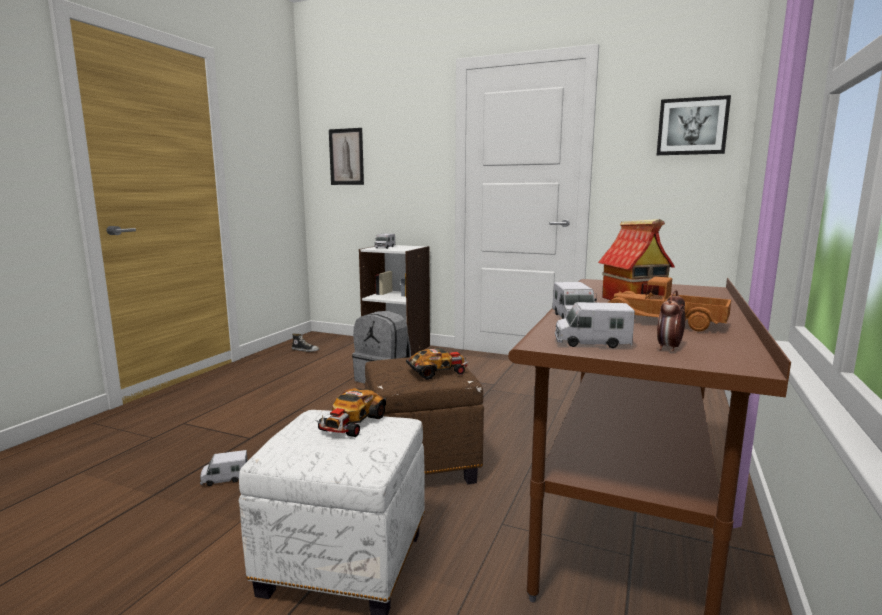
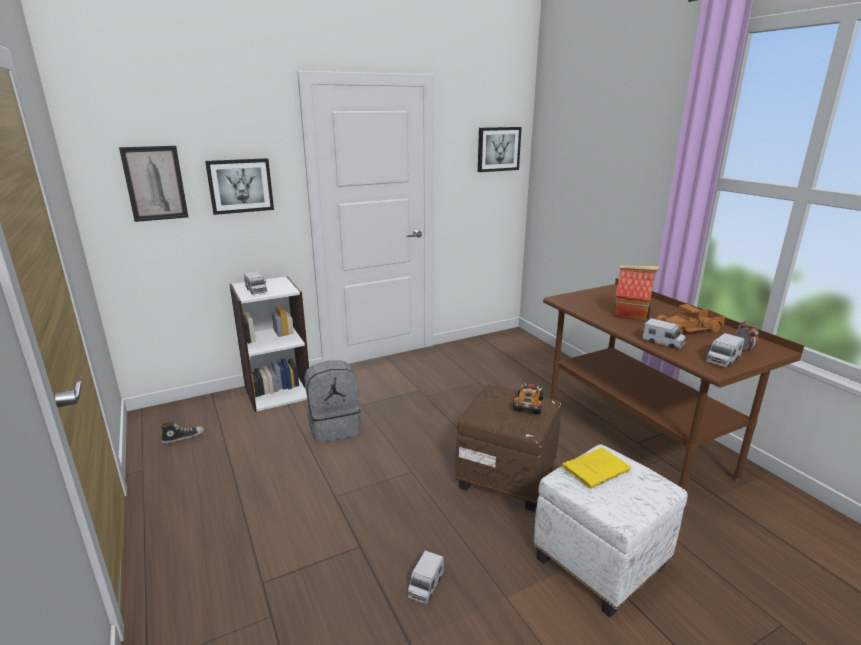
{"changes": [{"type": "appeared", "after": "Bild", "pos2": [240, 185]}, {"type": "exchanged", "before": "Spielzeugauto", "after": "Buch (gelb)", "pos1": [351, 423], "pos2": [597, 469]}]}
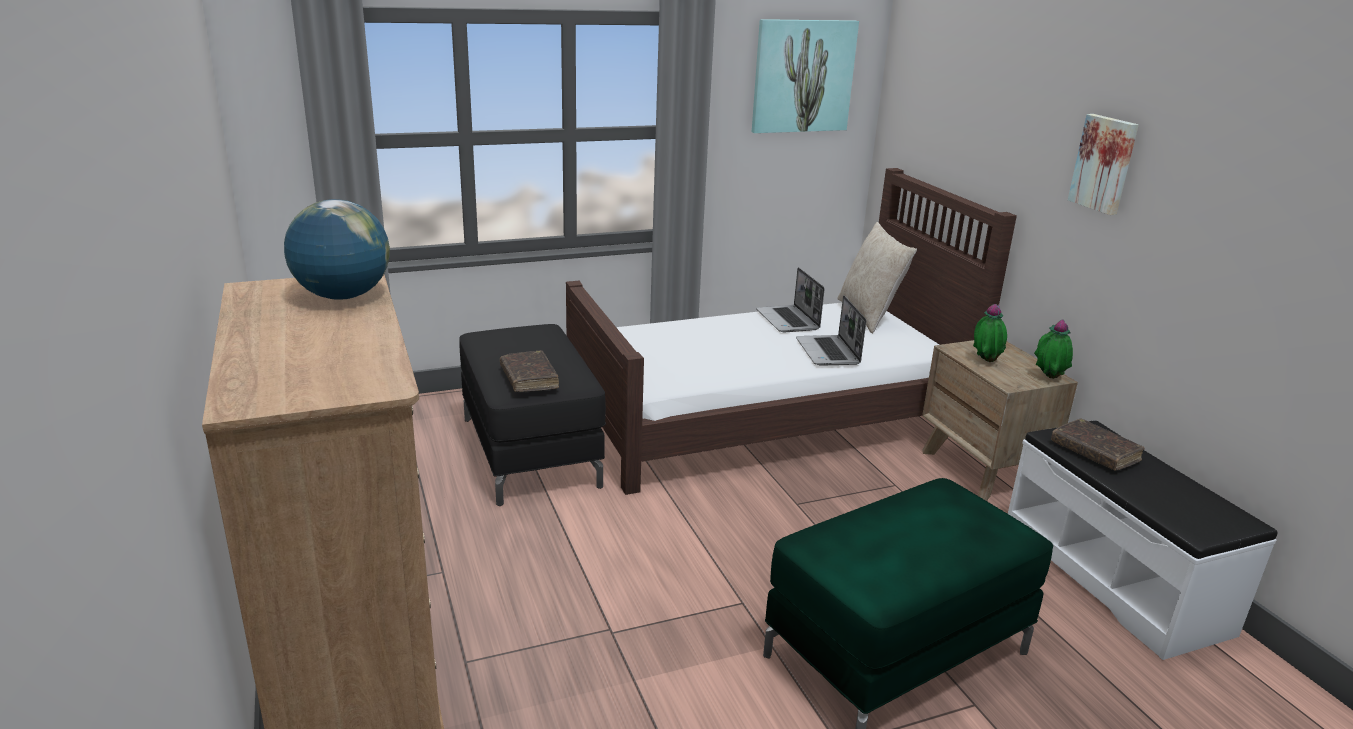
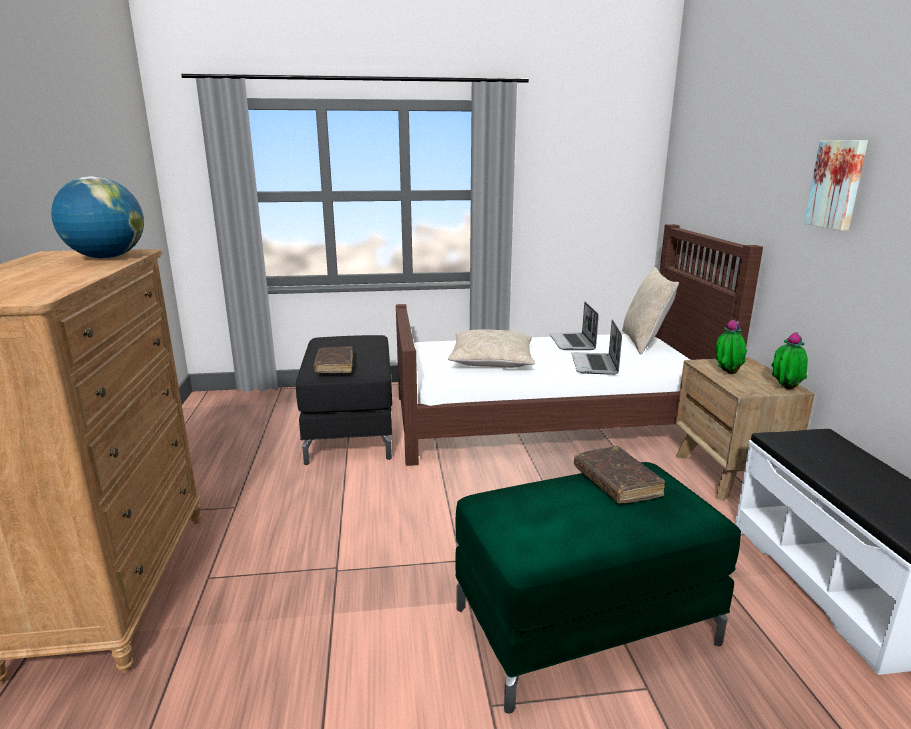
{"changes": [{"type": "appeared", "after": "Kissen (beige)", "pos2": [492, 360]}, {"type": "relocated", "before": "Buch (braun)", "pos1": [1094, 452], "pos2": [616, 483]}, {"type": "missing", "before": "Bild", "pos1": [803, 76]}]}
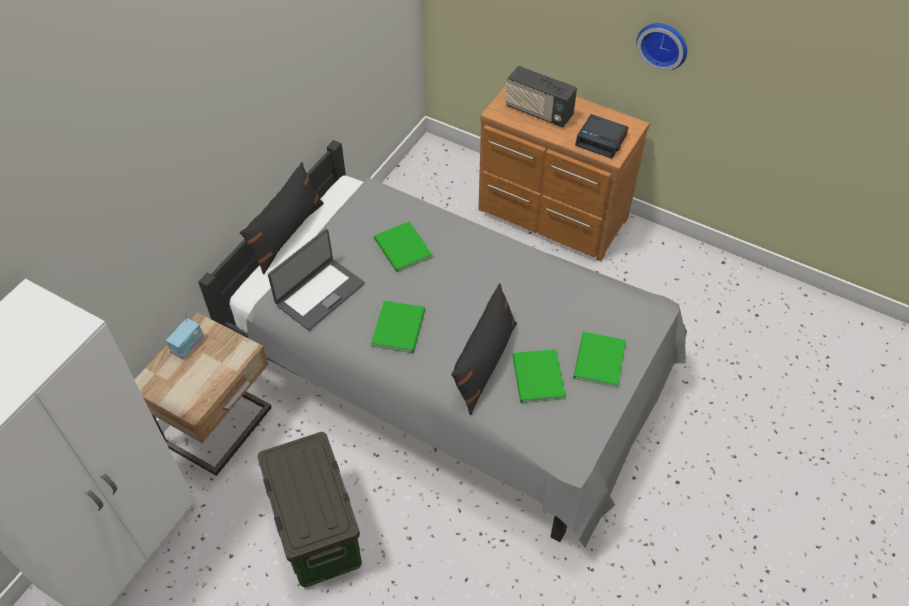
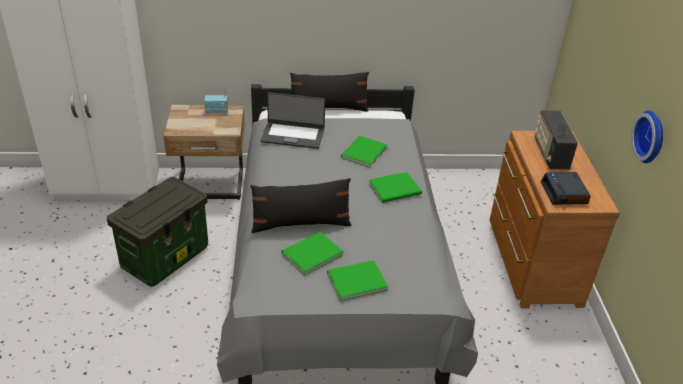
{"changes": [{"type": "relocated", "before": "Buch (grün)", "pos1": [400, 326], "pos2": [396, 189]}]}
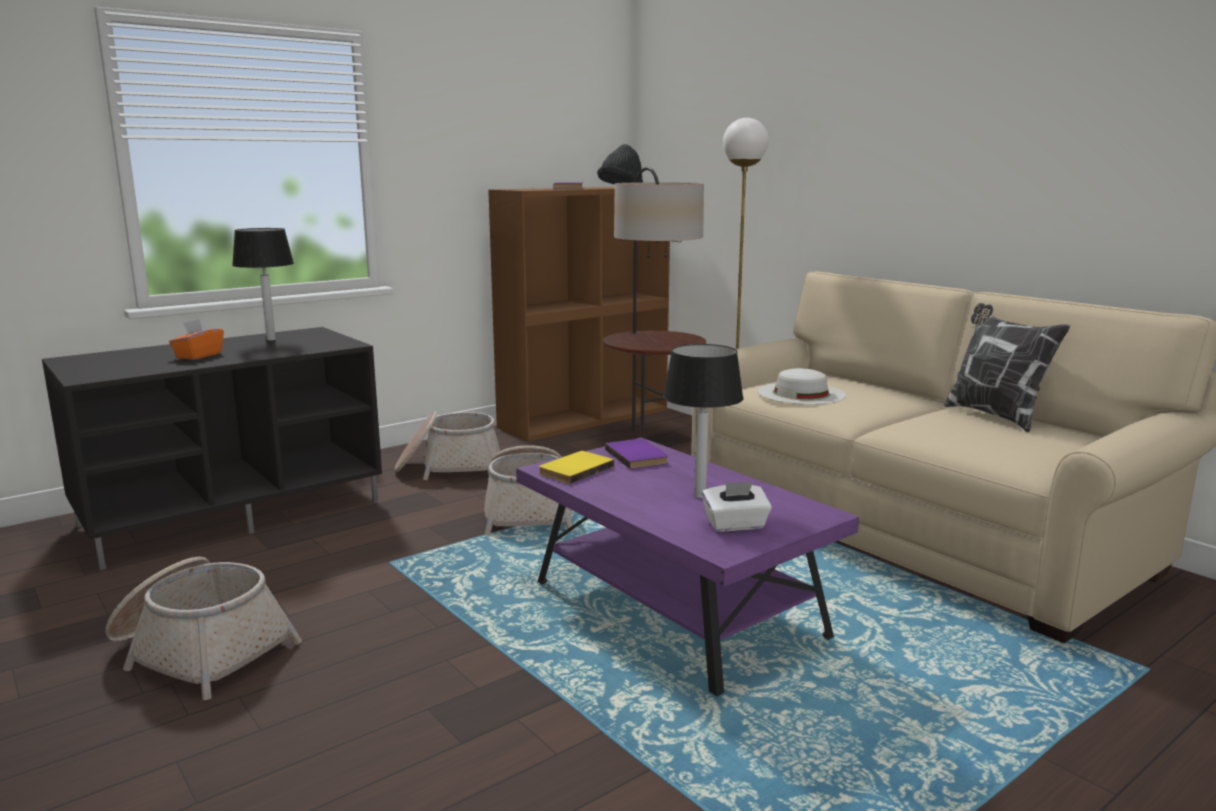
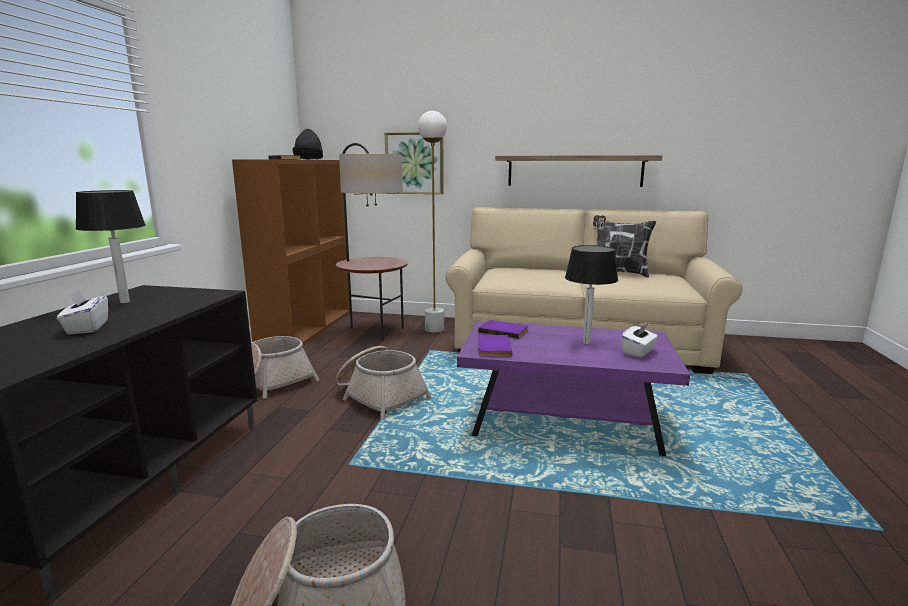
{"changes": [{"type": "colour", "before": "Taschentuchbox (orange)", "after": "Taschentuchbox (weiß)", "pos1": [198, 355], "pos2": [87, 328]}, {"type": "appeared", "after": "Bild", "pos2": [414, 163]}, {"type": "colour", "before": "Buch (gelb)", "after": "Buch (lila)", "pos1": [574, 469], "pos2": [492, 348]}, {"type": "appeared", "after": "Wandregal", "pos2": [574, 171]}, {"type": "missing", "before": "Hut (weiß)", "pos1": [801, 393]}]}
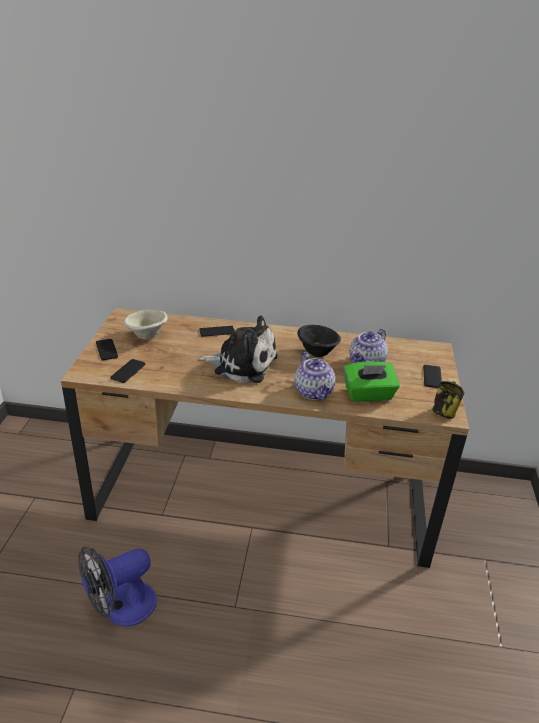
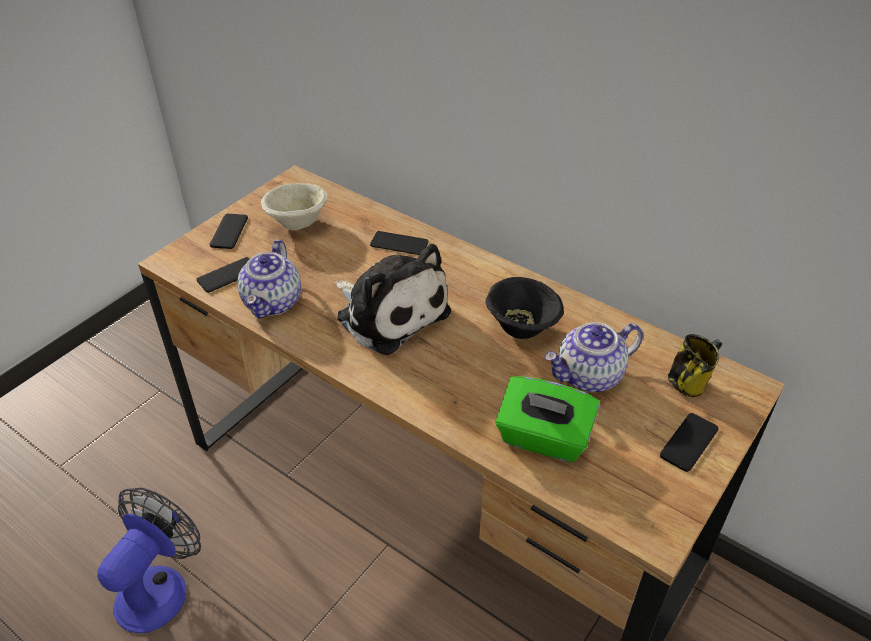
{"changes": [{"type": "spun", "before": "Ventilator", "pos1": [121, 608], "pos2": [159, 586], "turn": 120}, {"type": "relocated", "before": "Teekanne", "pos1": [314, 392], "pos2": [273, 303]}, {"type": "relocated", "before": "Henkelbecher", "pos1": [444, 411], "pos2": [689, 382]}]}
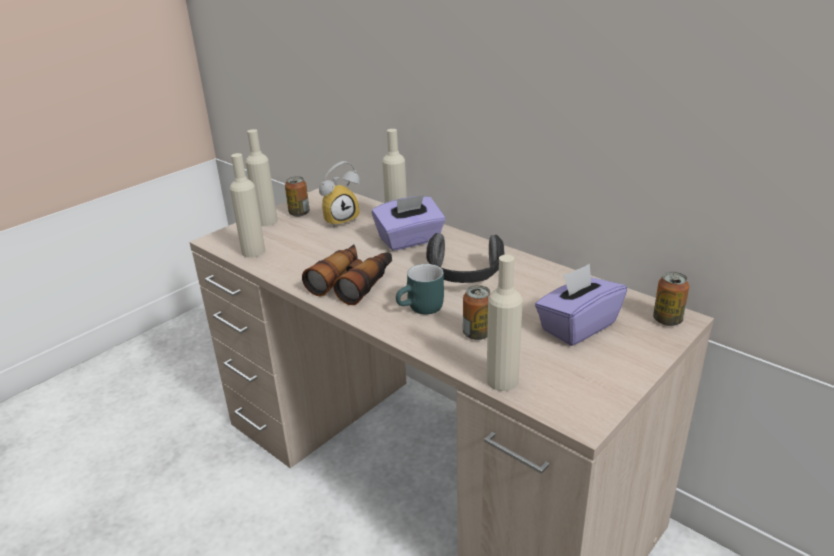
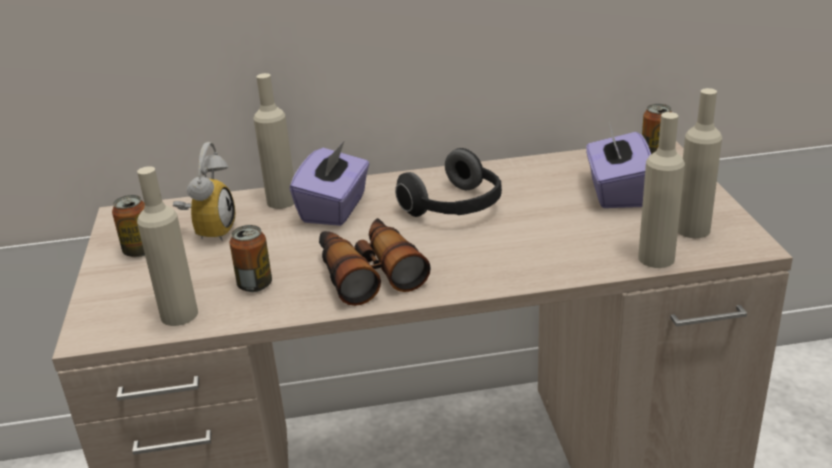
{"changes": [{"type": "relocated", "before": "Dose", "pos1": [477, 334], "pos2": [255, 285]}, {"type": "relocated", "before": "Flasche (beige)", "pos1": [266, 221], "pos2": [692, 229]}, {"type": "missing", "before": "Henkelbecher (türkis)", "pos1": [422, 309]}]}
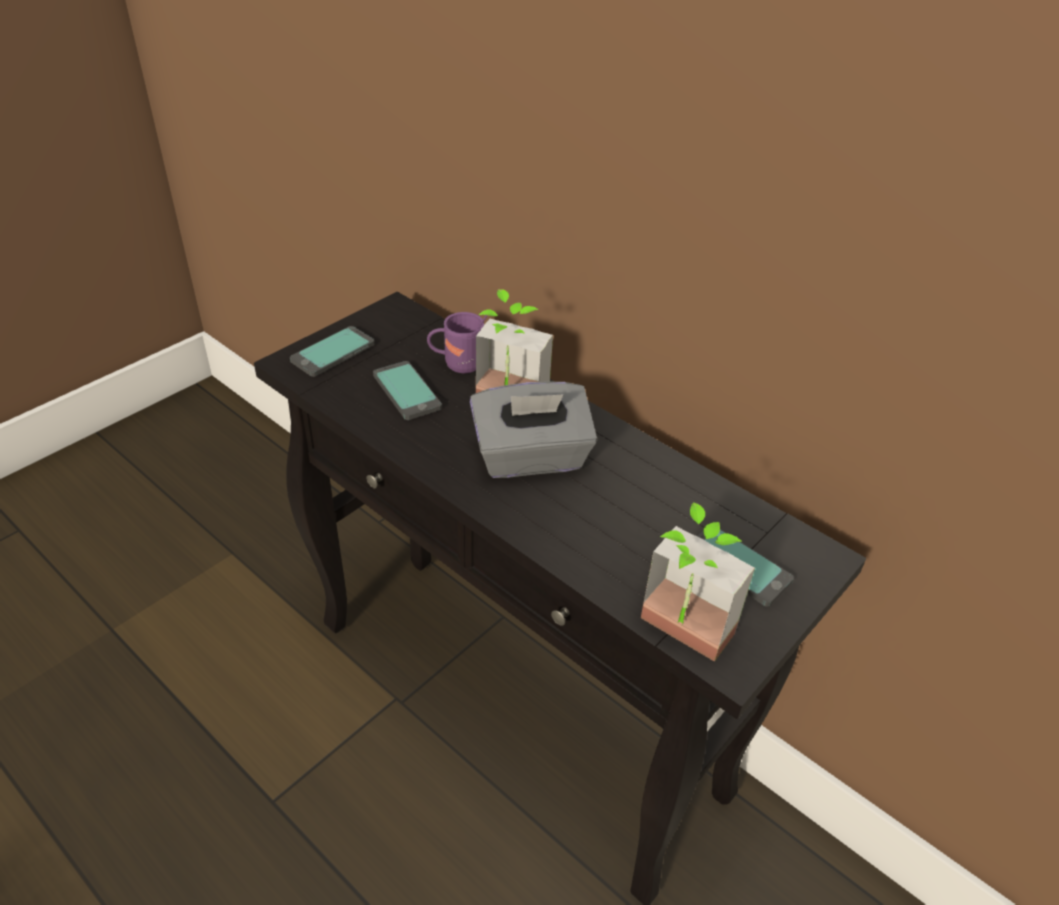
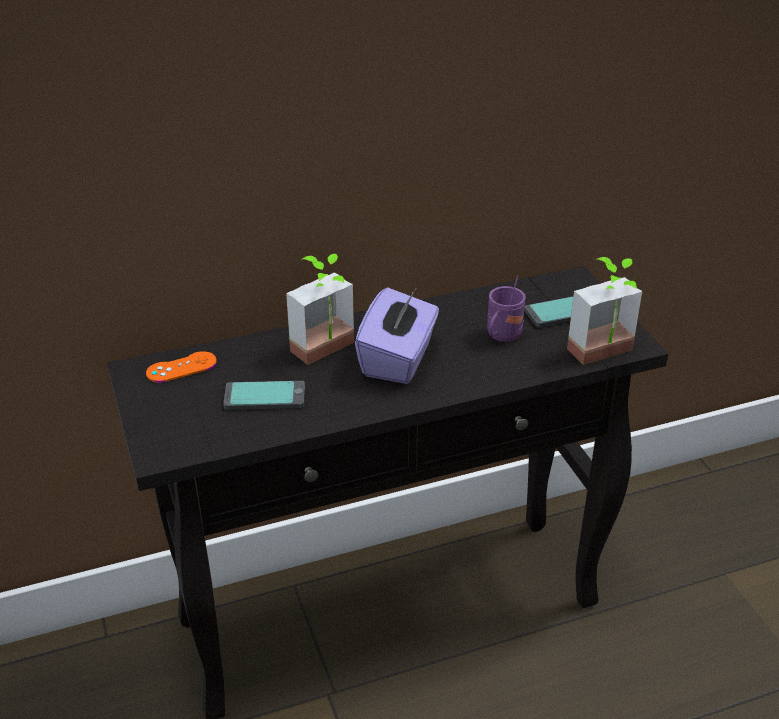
{"changes": [{"type": "appeared", "after": "Gamepad (orange)", "pos2": [181, 367]}, {"type": "colour", "before": "Taschentuchbox (grau)", "after": "Taschentuchbox (lila)", "pos1": [531, 458], "pos2": [398, 359]}, {"type": "relocated", "before": "Henkelbecher (lila)", "pos1": [457, 364], "pos2": [501, 337]}, {"type": "missing", "before": "Handy", "pos1": [333, 353]}]}
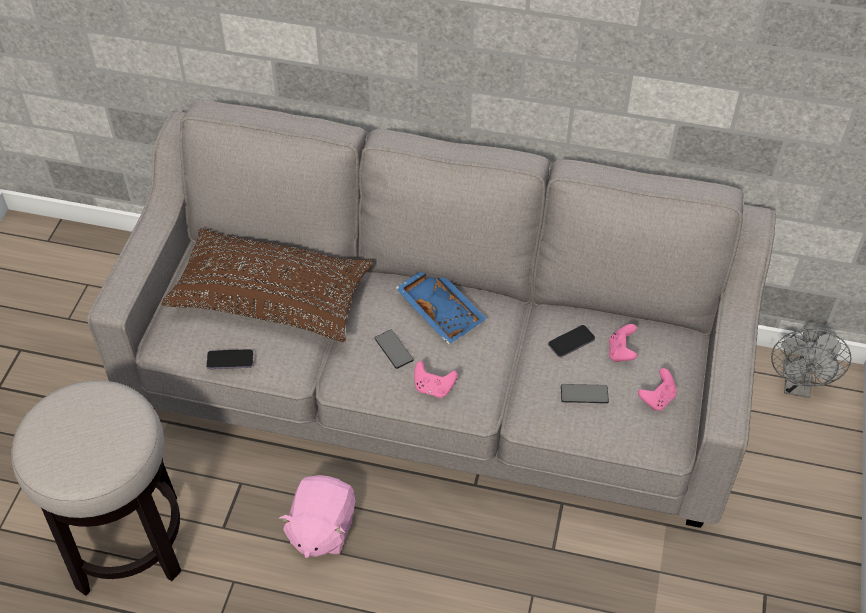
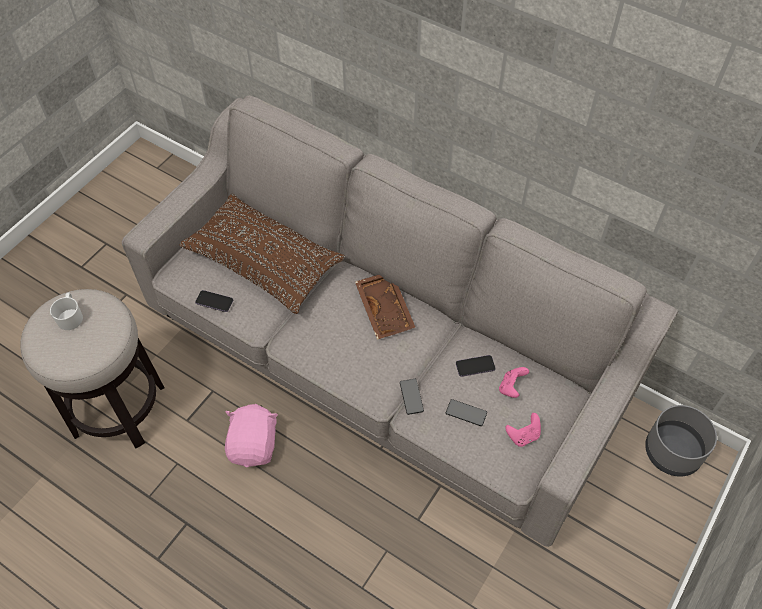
{"changes": [{"type": "appeared", "after": "Henkelbecher (weiß)", "pos2": [70, 316]}, {"type": "spun", "before": "Plüschtier (rosa)", "pos1": [321, 529], "pos2": [254, 445], "turn": 150}, {"type": "colour", "before": "Tablett (blau)", "after": "Tablett (braun)", "pos1": [442, 310], "pos2": [386, 309]}, {"type": "relocated", "before": "Handy", "pos1": [394, 349], "pos2": [411, 397]}, {"type": "exchanged", "before": "Ventilator (grau)", "after": "Pflanzkübel (grau)", "pos1": [797, 386], "pos2": [673, 451]}, {"type": "missing", "before": "Gamepad (rosa)", "pos1": [433, 388]}]}
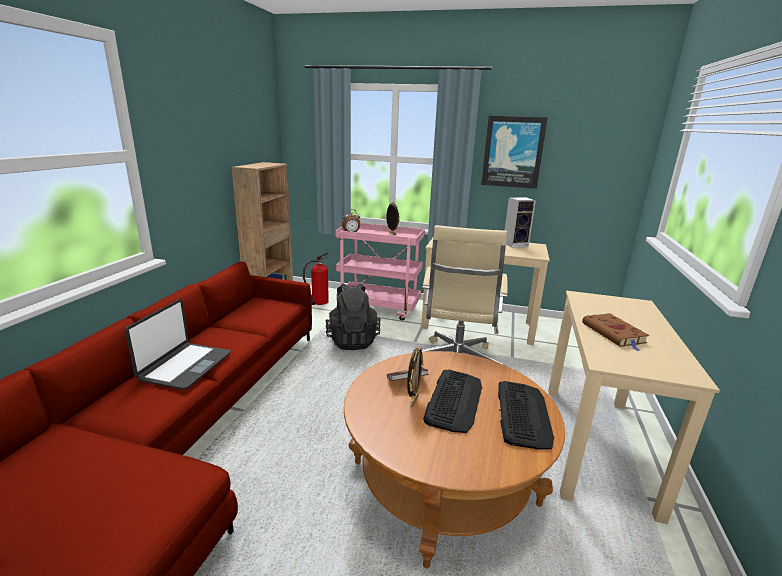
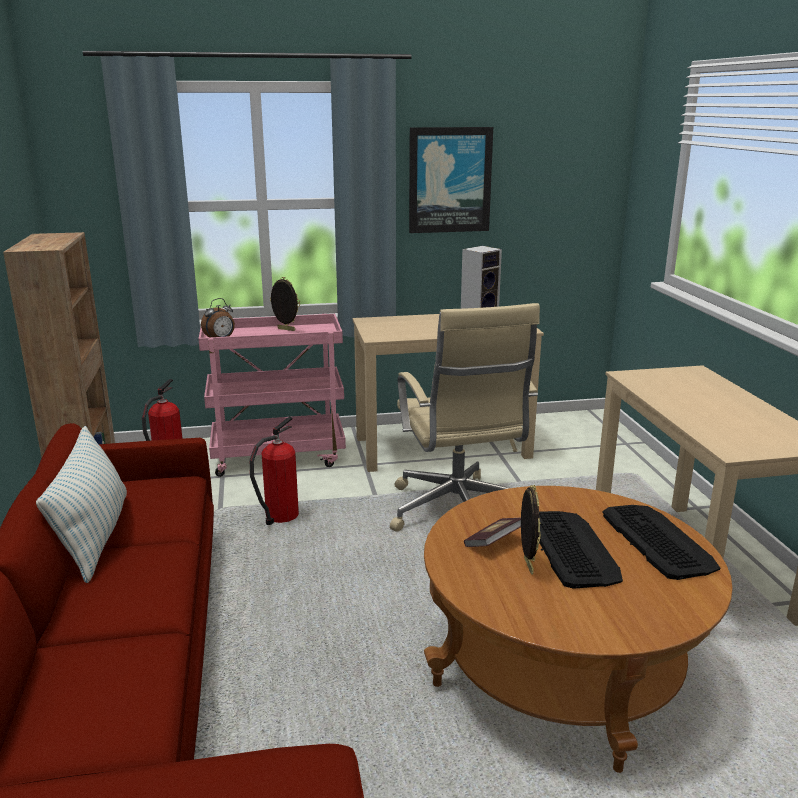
{"changes": [{"type": "appeared", "after": "Kissen", "pos2": [94, 536]}, {"type": "exchanged", "before": "Rucksack (schwarz)", "after": "Feuerlöscher", "pos1": [352, 340], "pos2": [280, 517]}, {"type": "missing", "before": "Laptop", "pos1": [185, 366]}, {"type": "missing", "before": "Buch (braun)", "pos1": [614, 334]}]}
